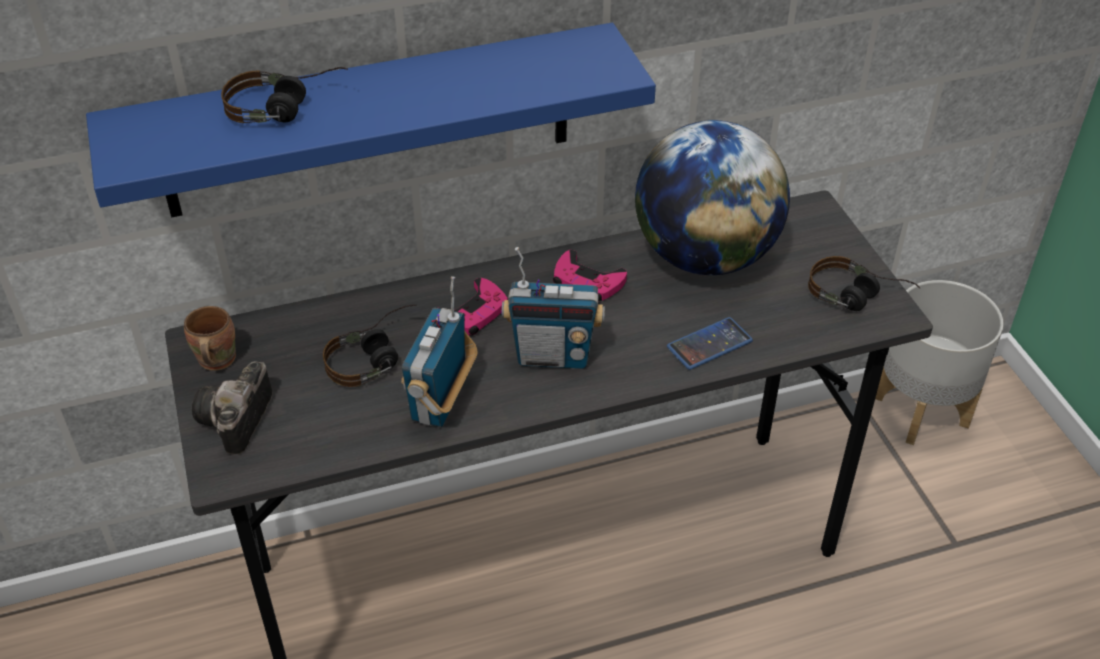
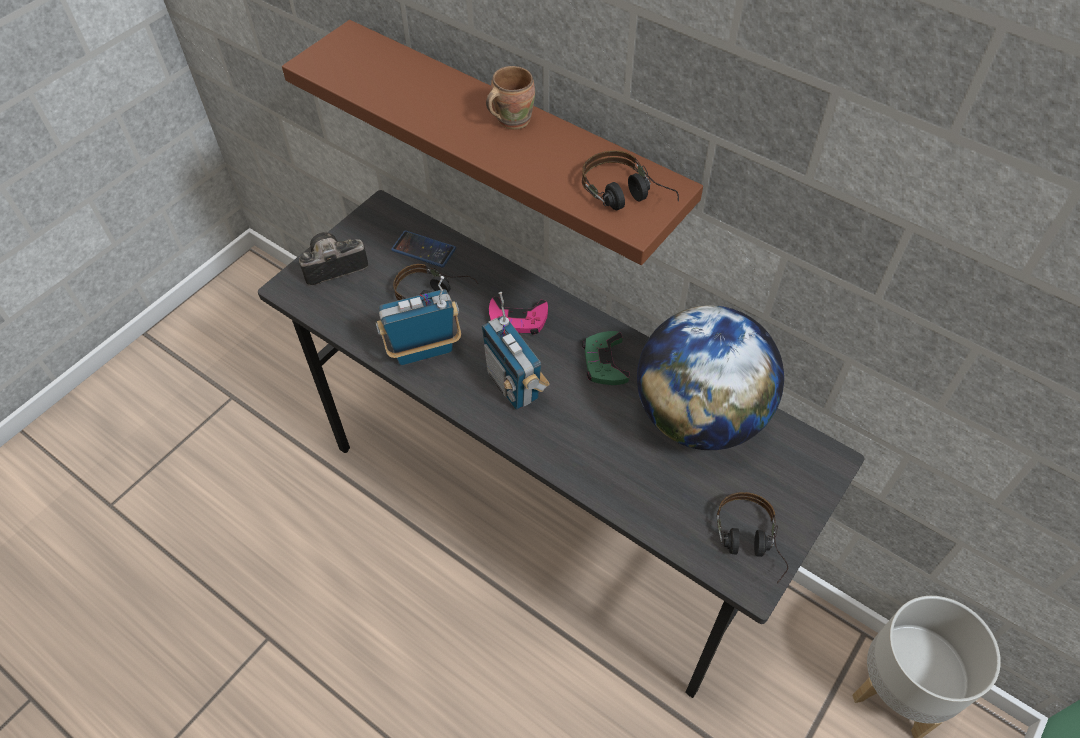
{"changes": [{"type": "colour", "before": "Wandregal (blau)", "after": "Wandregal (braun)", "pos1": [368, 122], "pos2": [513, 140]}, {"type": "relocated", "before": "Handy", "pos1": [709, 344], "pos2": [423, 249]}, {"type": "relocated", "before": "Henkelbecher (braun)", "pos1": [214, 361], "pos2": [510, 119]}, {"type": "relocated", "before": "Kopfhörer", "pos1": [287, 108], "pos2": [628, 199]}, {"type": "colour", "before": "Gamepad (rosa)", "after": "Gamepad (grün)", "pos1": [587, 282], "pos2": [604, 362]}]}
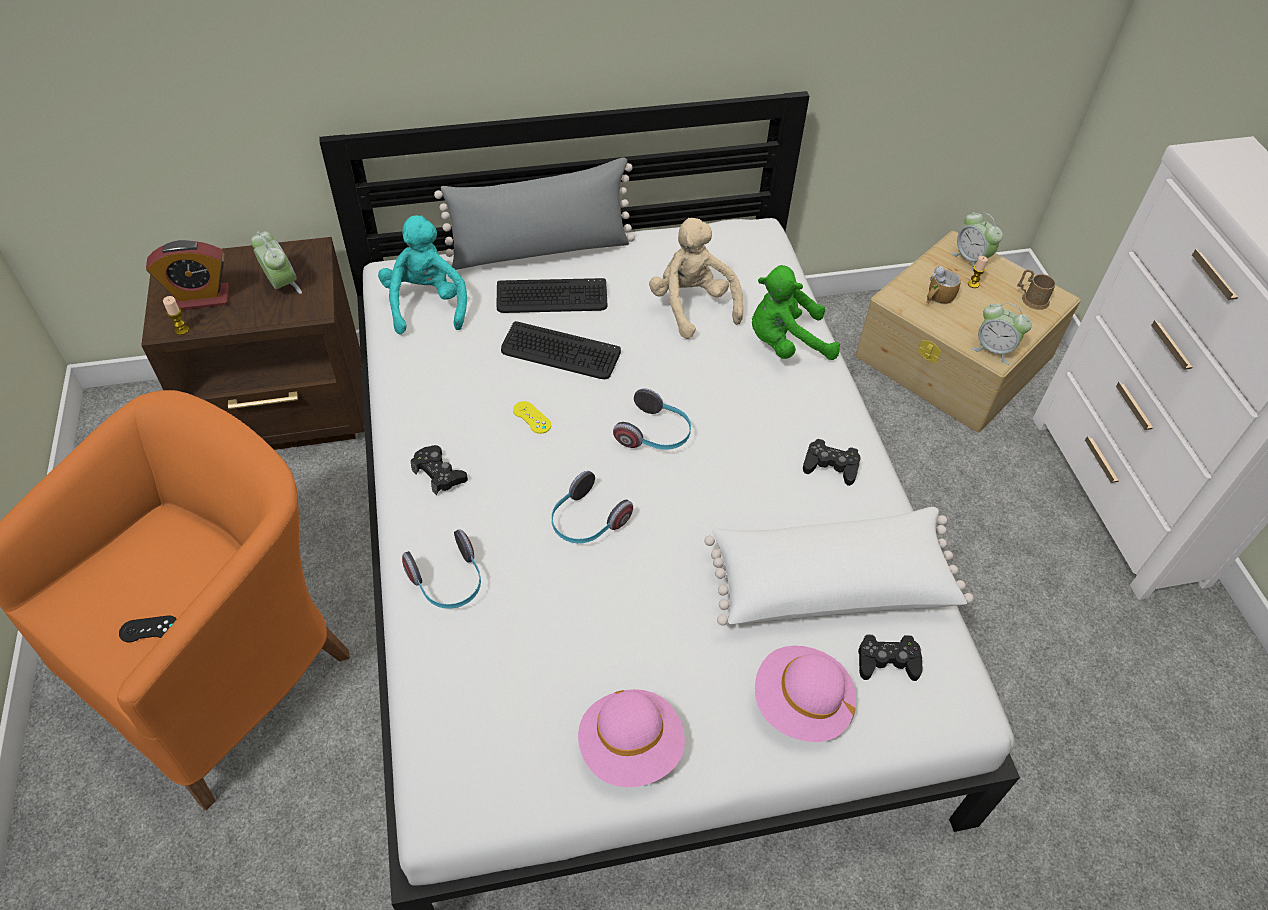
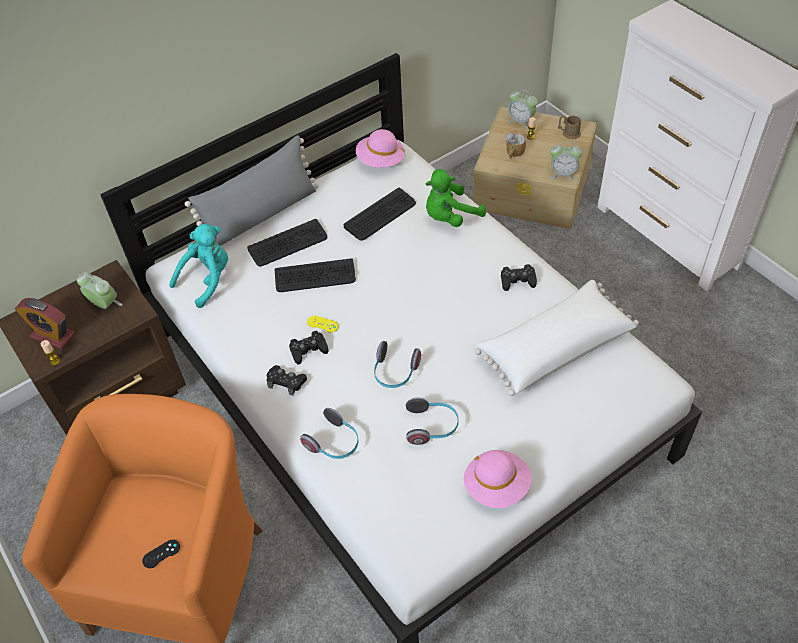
{"changes": [{"type": "spun", "before": "Wecker", "pos1": [200, 298], "pos2": [53, 335], "turn": 60}, {"type": "spun", "before": "Plüschtier (türkis)", "pos1": [426, 304], "pos2": [208, 279], "turn": 75}, {"type": "relocated", "before": "Gamepad (schwarz)", "pos1": [887, 661], "pos2": [308, 350]}, {"type": "exchanged", "before": "Plüschtier (beige)", "after": "Tastatur", "pos1": [692, 306], "pos2": [380, 215]}, {"type": "relocated", "before": "Hut (rosa)", "pos1": [801, 704], "pos2": [380, 161]}, {"type": "relocated", "before": "Kopfhörer", "pos1": [655, 434], "pos2": [432, 426]}]}
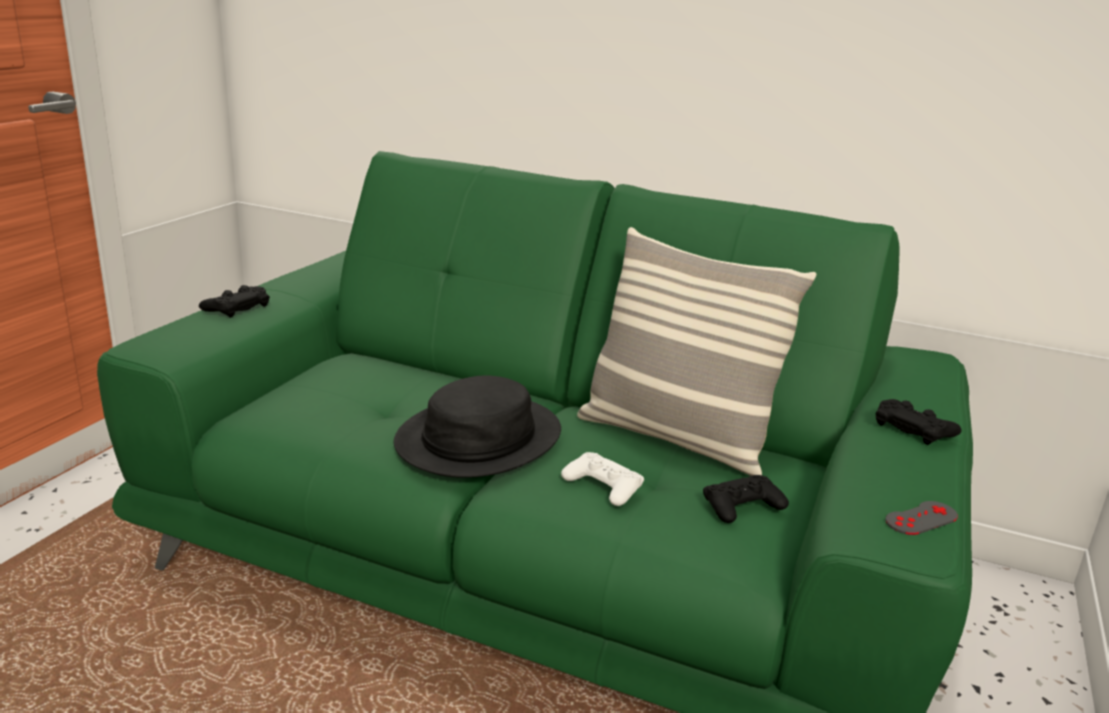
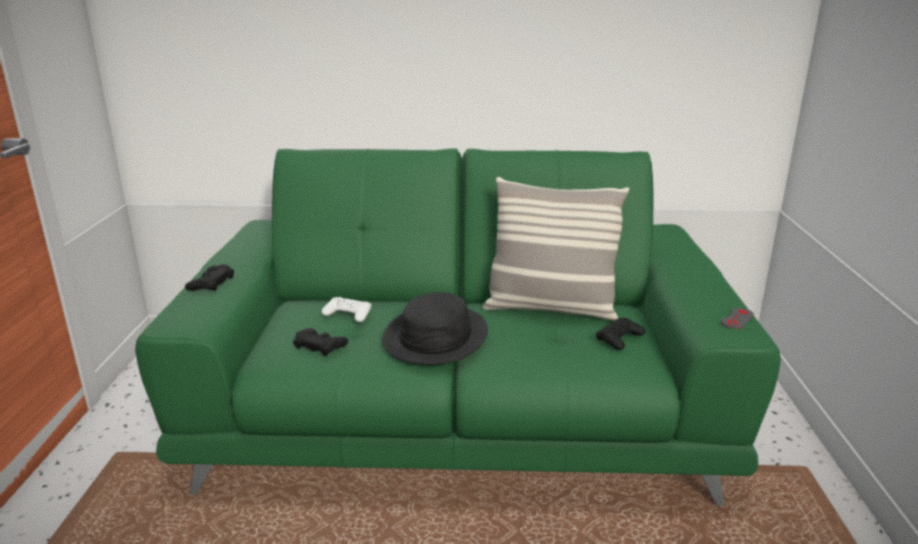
{"changes": [{"type": "relocated", "before": "Gamepad (schwarz)", "pos1": [913, 428], "pos2": [320, 345]}, {"type": "relocated", "before": "Gamepad (weiß)", "pos1": [603, 486], "pos2": [348, 314]}]}
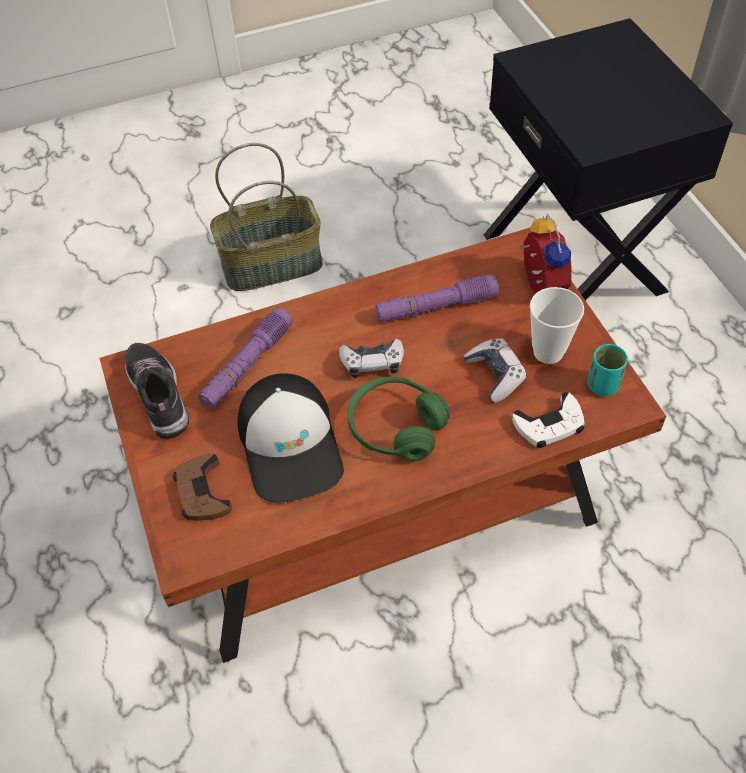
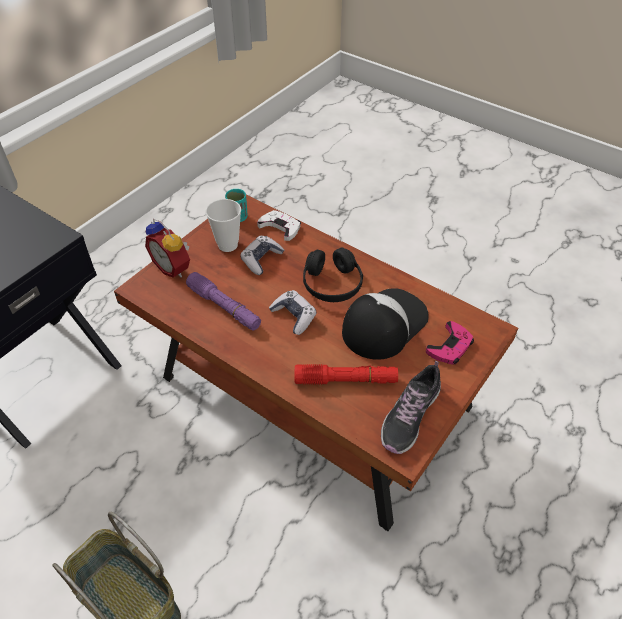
{"changes": [{"type": "spun", "before": "Wecker", "pos1": [538, 286], "pos2": [174, 267], "turn": -90}, {"type": "colour", "before": "Taschenlampe (lila)", "after": "Taschenlampe (rot)", "pos1": [247, 365], "pos2": [346, 380]}, {"type": "colour", "before": "Kopfhörer (grün)", "after": "Kopfhörer (schwarz)", "pos1": [396, 427], "pos2": [332, 284]}, {"type": "colour", "before": "Gamepad (braun)", "after": "Gamepad (rosa)", "pos1": [202, 492], "pos2": [450, 346]}]}
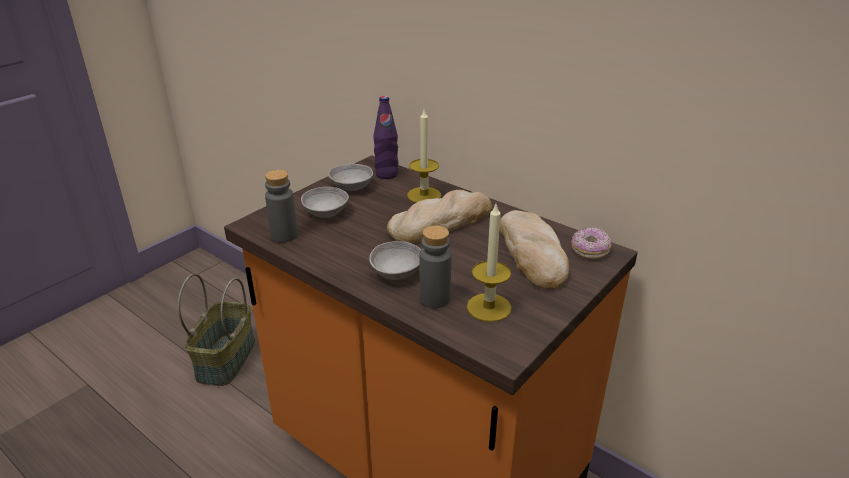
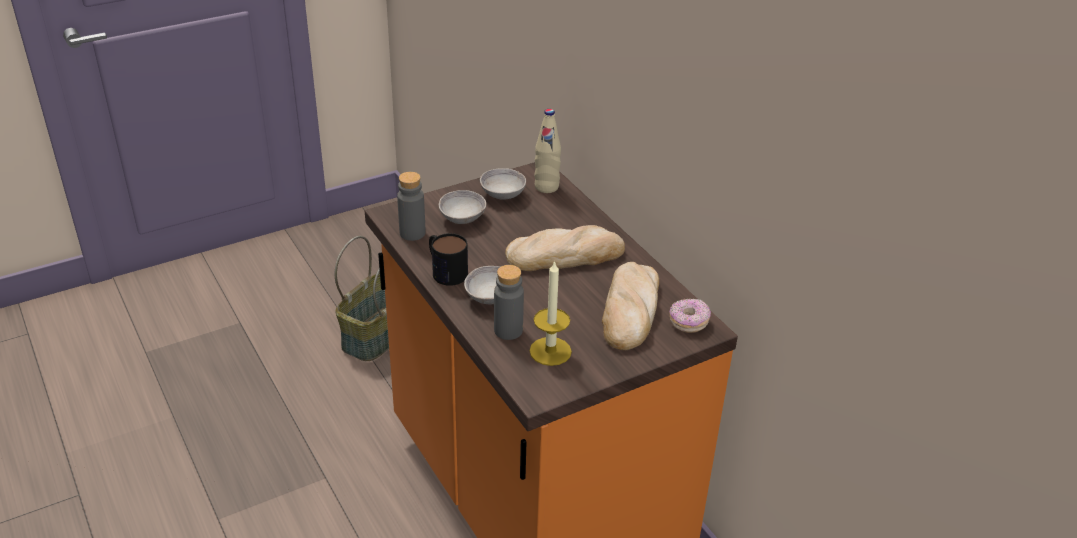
{"changes": [{"type": "appeared", "after": "Henkelbecher", "pos2": [445, 270]}, {"type": "colour", "before": "Flasche (lila)", "after": "Flasche (beige)", "pos1": [386, 174], "pos2": [546, 187]}, {"type": "missing", "before": "Kerze", "pos1": [424, 195]}]}
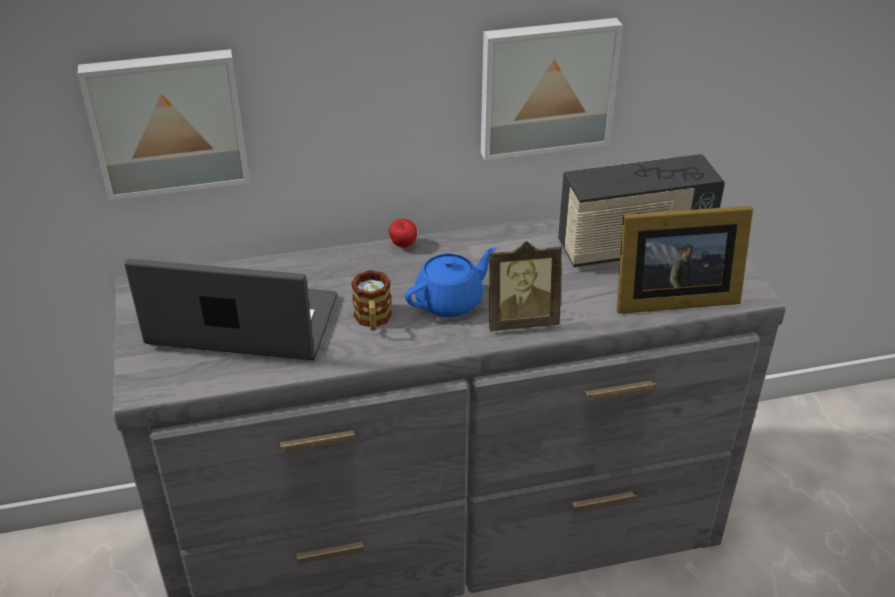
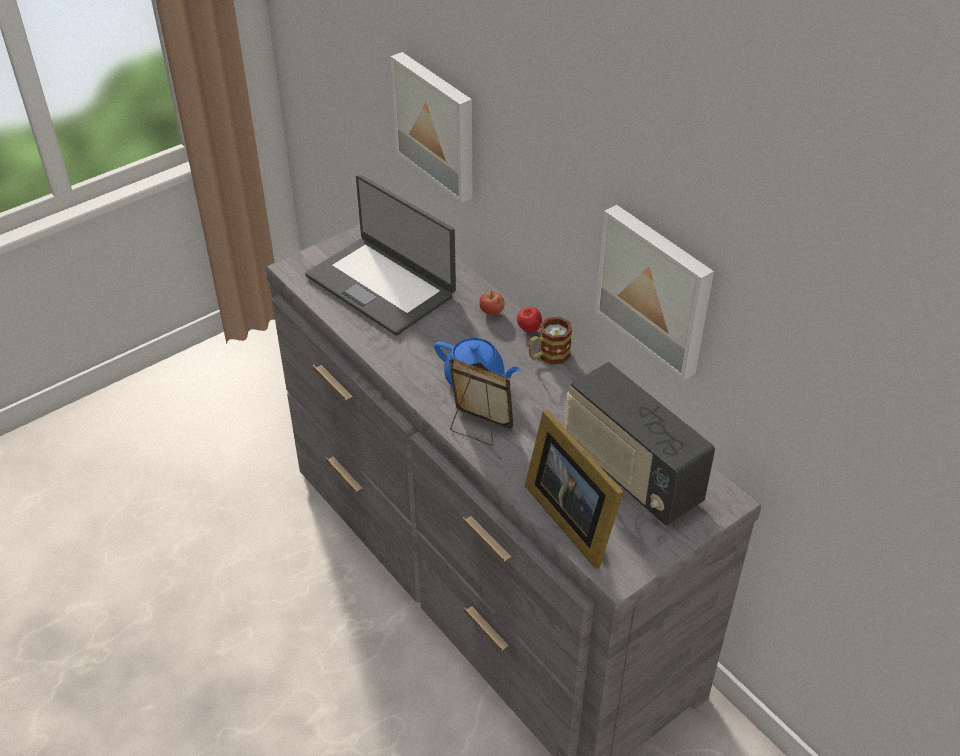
{"changes": [{"type": "spun", "before": "Laptop", "pos1": [243, 324], "pos2": [381, 285], "turn": 150}, {"type": "spun", "before": "Bilderrahmen", "pos1": [521, 320], "pos2": [478, 428], "turn": 150}, {"type": "appeared", "after": "Apfel", "pos2": [491, 312]}, {"type": "relocated", "before": "Henkelbecher", "pos1": [373, 320], "pos2": [548, 356]}]}
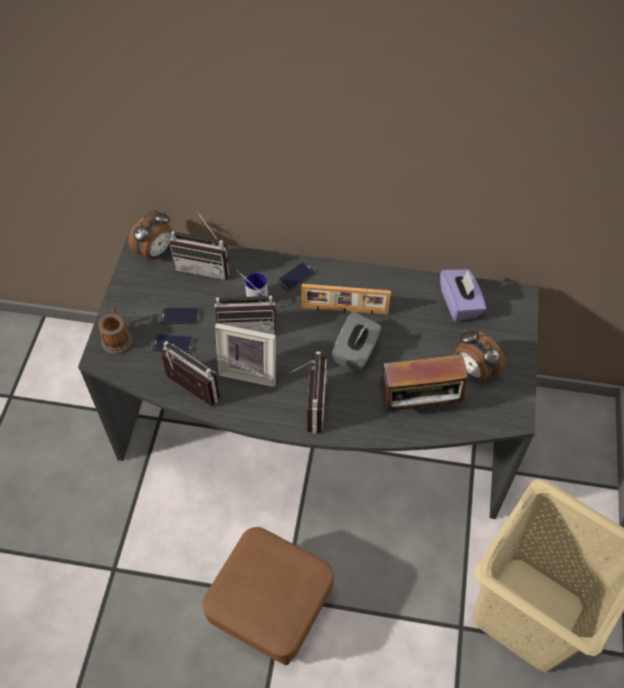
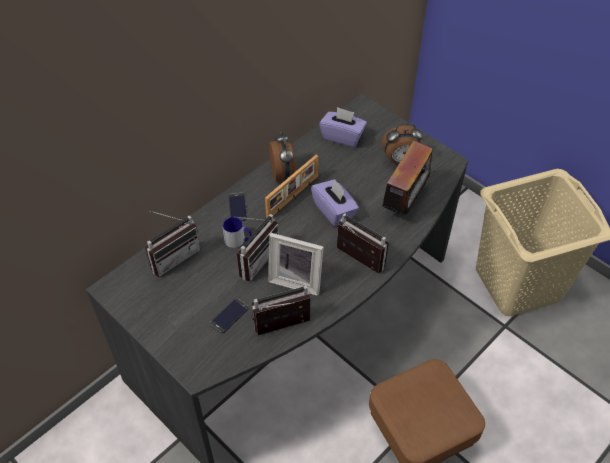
{"changes": [{"type": "relocated", "before": "Wecker", "pos1": [156, 253], "pos2": [283, 174]}, {"type": "spun", "before": "Bilderrahmen", "pos1": [249, 370], "pos2": [297, 280], "turn": 60}, {"type": "colour", "before": "Taschentuchbox (grau)", "after": "Taschentuchbox (lila)", "pos1": [356, 352], "pos2": [334, 211]}, {"type": "missing", "before": "Henkelbecher", "pos1": [117, 338]}, {"type": "missing", "before": "Handy", "pos1": [180, 316]}]}
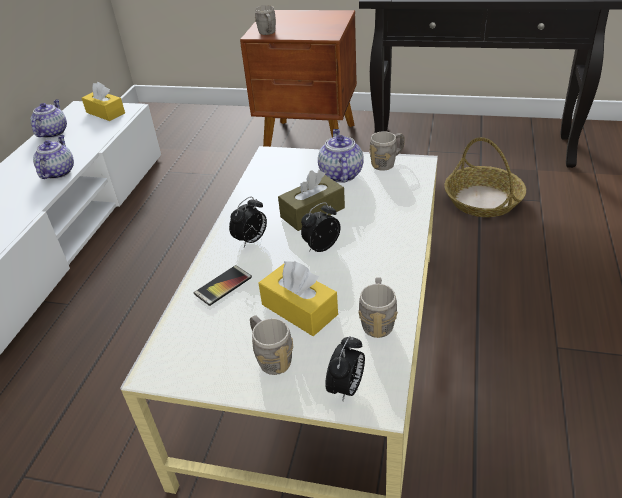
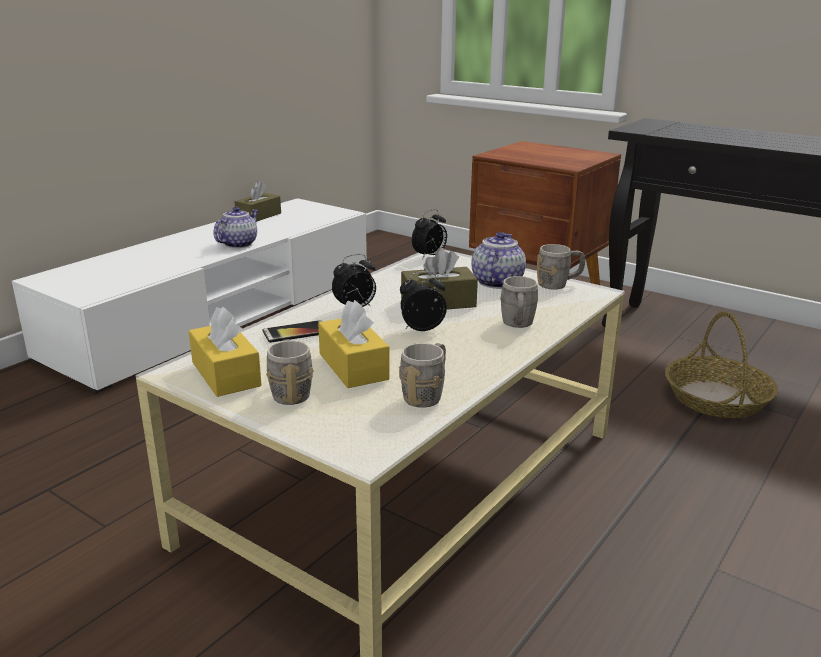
{"changes": [{"type": "relocated", "before": "Taschentuchbox (gelb)", "pos1": [105, 113], "pos2": [226, 374]}, {"type": "exchanged", "before": "Teekanne", "after": "Taschentuchbox (braun)", "pos1": [53, 132], "pos2": [258, 216]}, {"type": "relocated", "before": "Wecker", "pos1": [346, 388], "pos2": [429, 256]}, {"type": "relocated", "before": "Henkelbecher (grau)", "pos1": [268, 33], "pos2": [517, 325]}]}
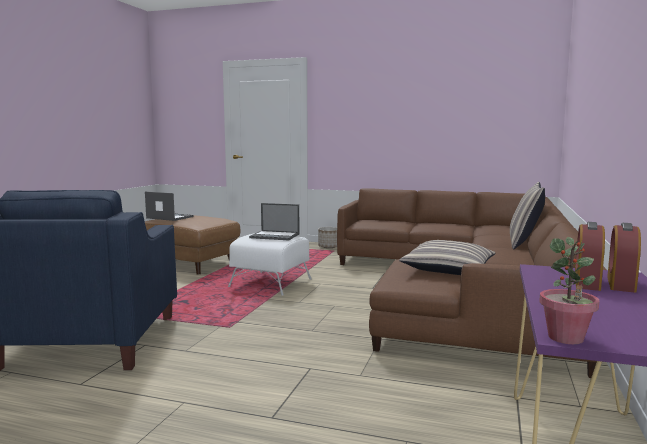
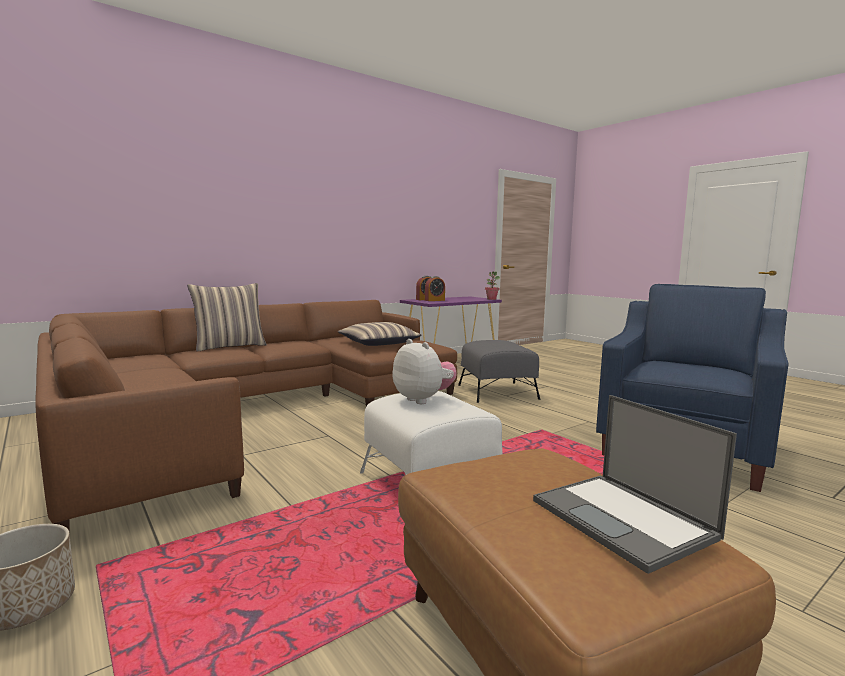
{"changes": [{"type": "exchanged", "before": "Laptop", "after": "Plüschtier", "pos1": [275, 236], "pos2": [423, 399]}, {"type": "appeared", "after": "Polsterhocker (grau)", "pos2": [497, 392]}]}
